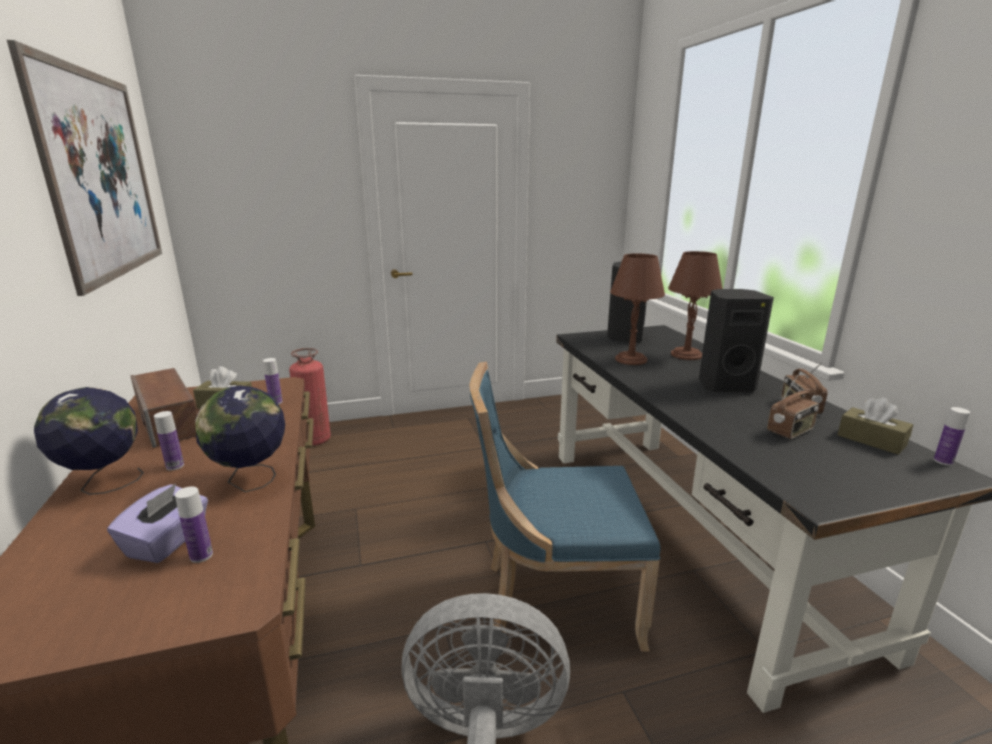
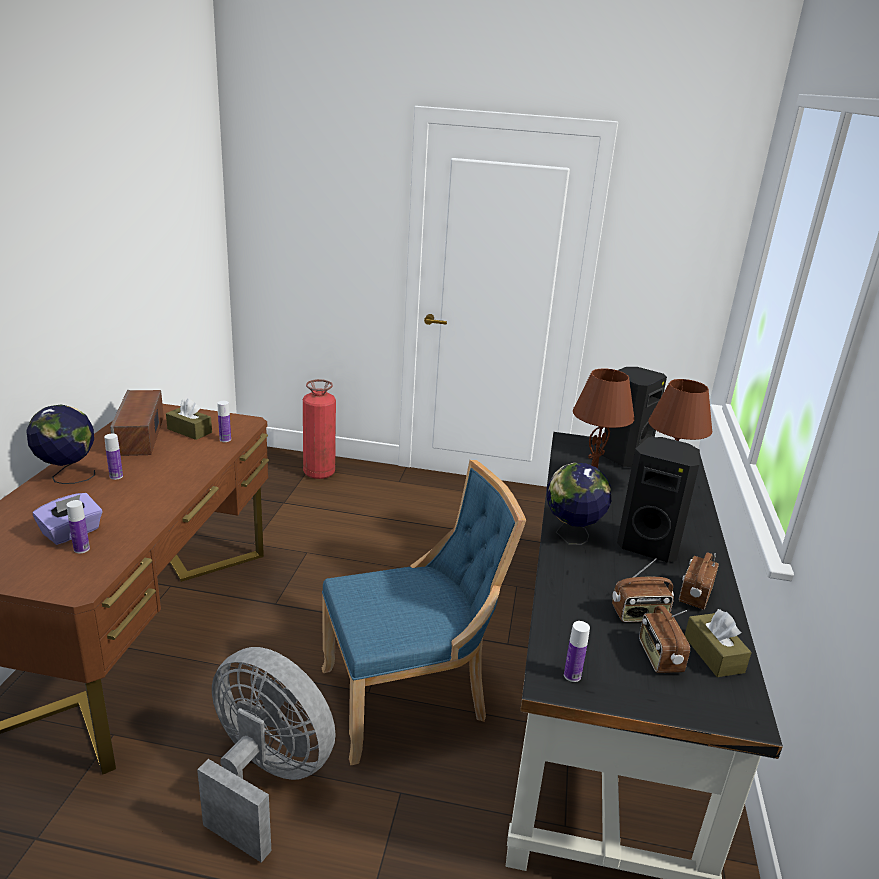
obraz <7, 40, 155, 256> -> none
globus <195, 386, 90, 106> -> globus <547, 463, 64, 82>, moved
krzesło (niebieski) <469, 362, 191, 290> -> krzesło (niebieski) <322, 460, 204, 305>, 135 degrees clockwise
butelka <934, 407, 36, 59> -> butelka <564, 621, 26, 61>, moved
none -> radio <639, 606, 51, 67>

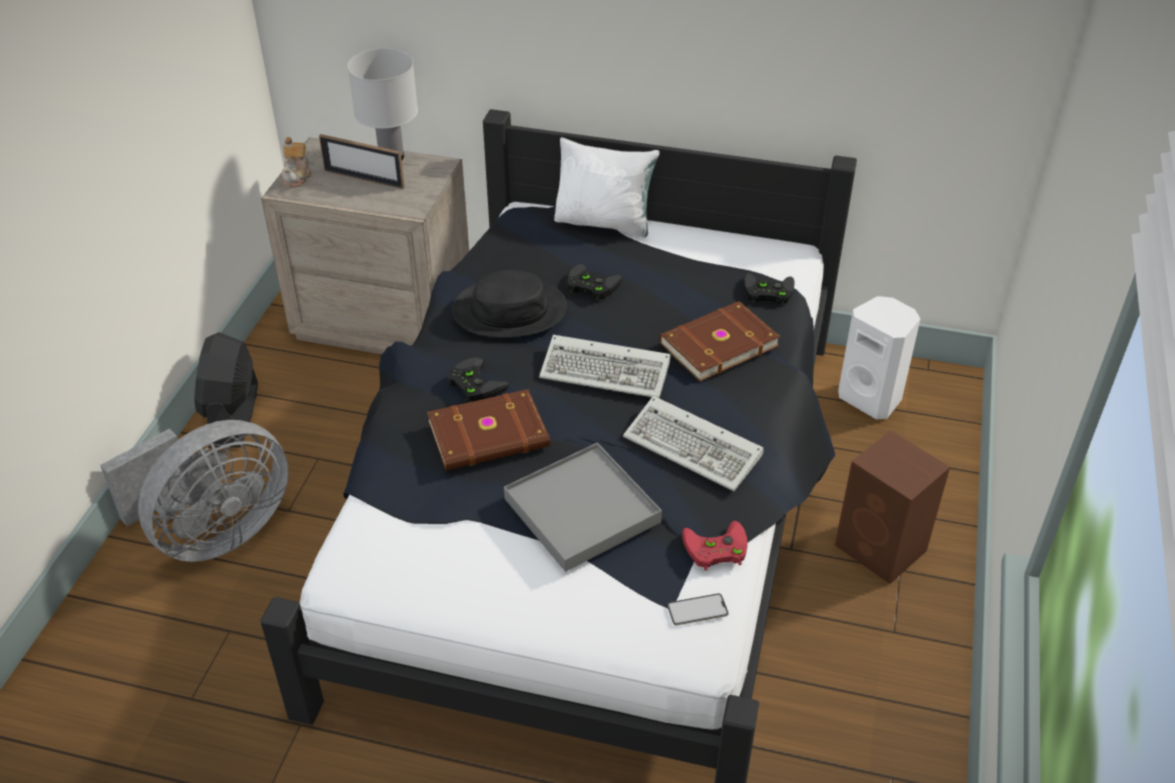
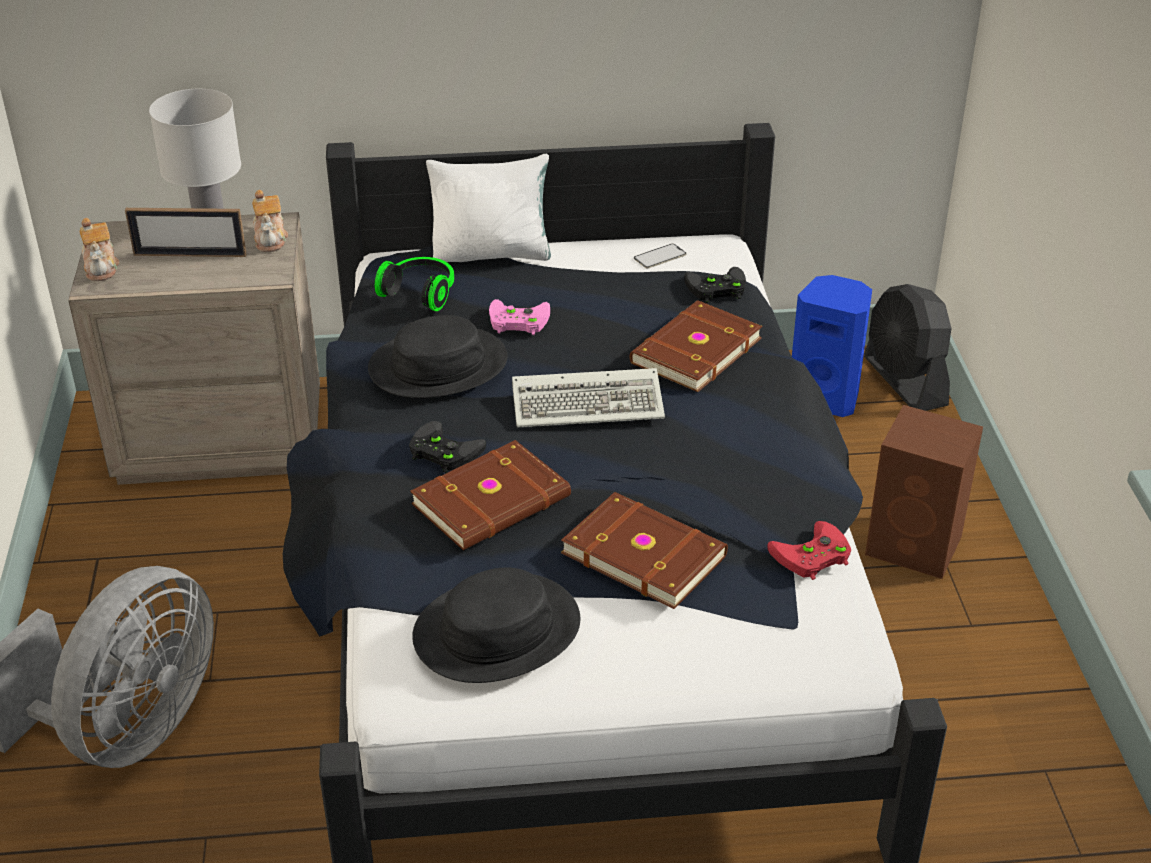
wentylator (czarny) <194, 332, 64, 116> -> wentylator (czarny) <864, 284, 88, 127>, moved
taca (szary) <504, 443, 158, 129> -> książka (brązowy) <561, 492, 167, 117>
pad do gier (czarny) <567, 264, 55, 37> -> pad do gier (różowy) <489, 299, 61, 36>
klawiatura <623, 396, 141, 95> -> none
telefon <667, 593, 61, 33> -> telefon <634, 243, 52, 25>, moved
głośnik (biały) <838, 296, 82, 123> -> głośnik (niebieski) <792, 275, 80, 142>
none -> imbryk <252, 190, 36, 62>
none -> słuchawki <374, 257, 80, 54>
none -> kapelusz (czarny) <412, 568, 168, 115>

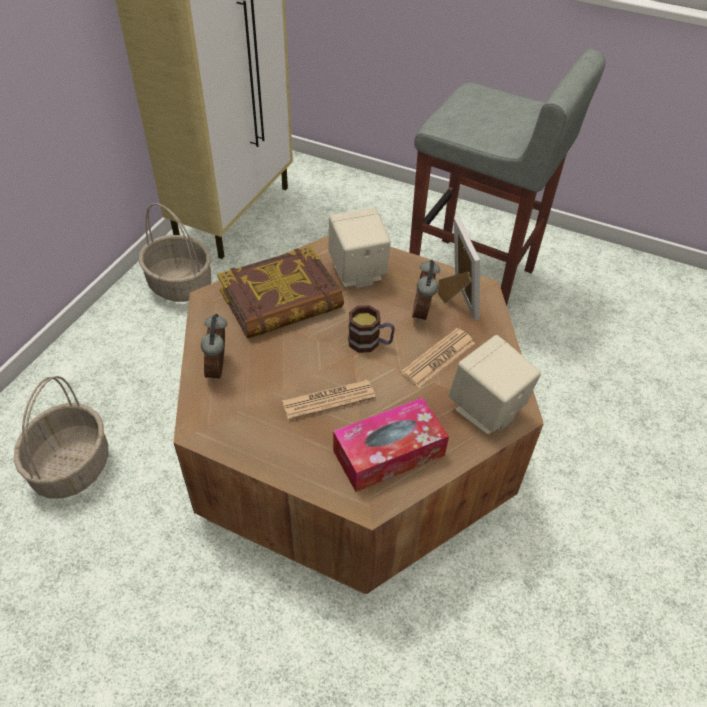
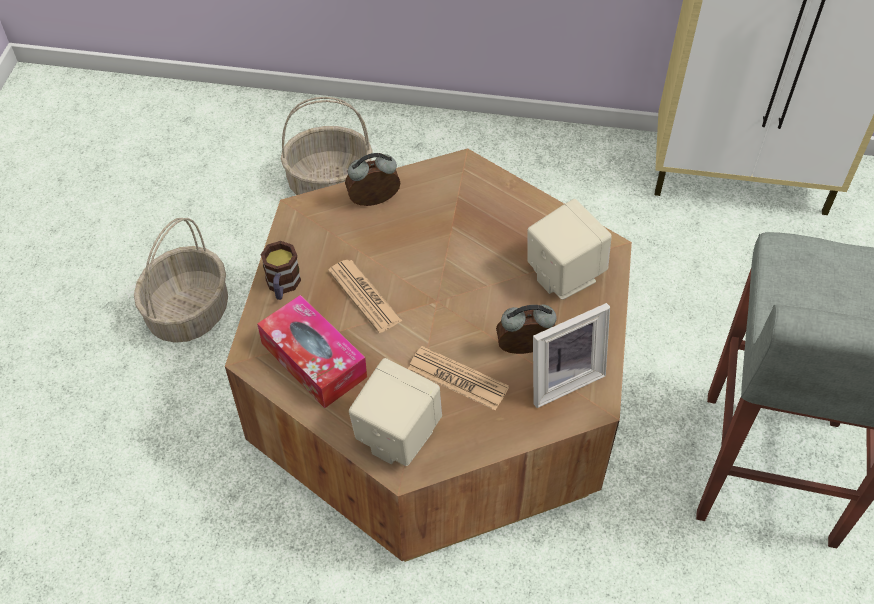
koszyk <139, 203, 72, 99> -> koszyk <134, 218, 94, 125>, moved
książka <217, 246, 127, 93> -> none
kubek <348, 305, 47, 48> -> kubek <260, 241, 41, 59>, moved

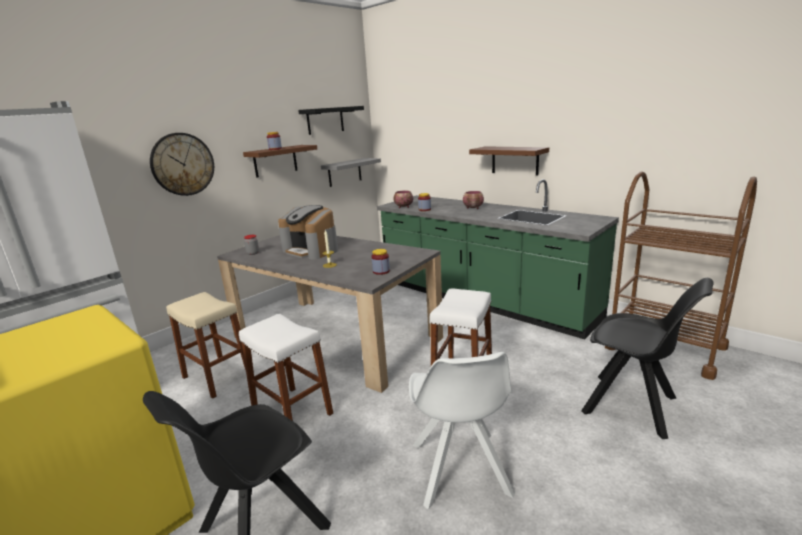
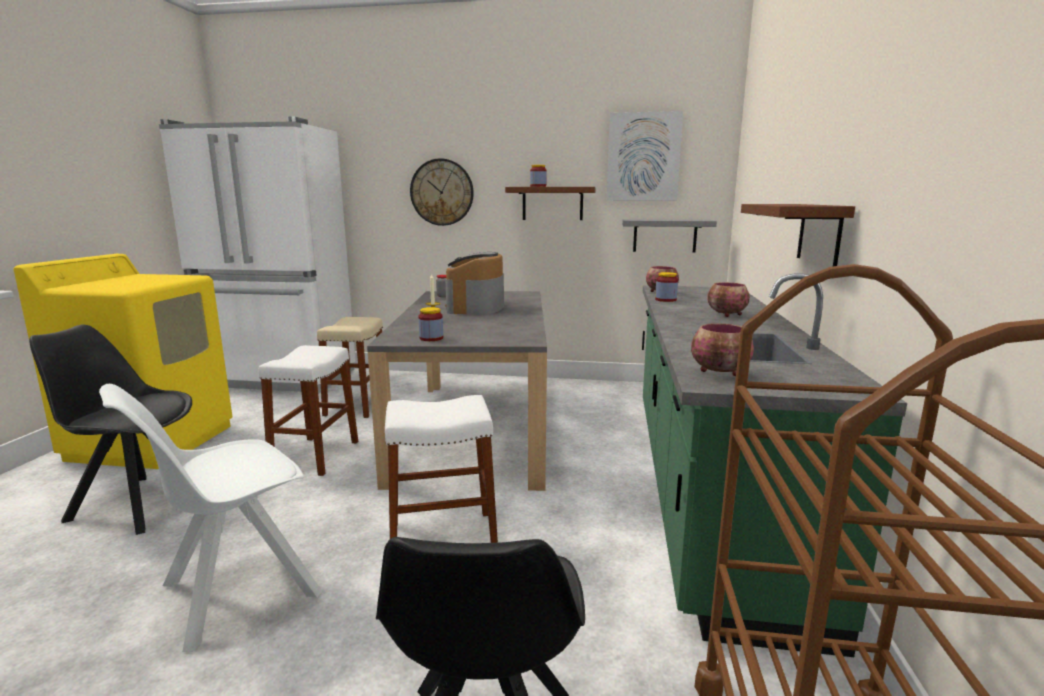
półka (czarny) <298, 106, 66, 29> -> obraz <607, 111, 76, 90>
none -> miska <691, 323, 63, 53>

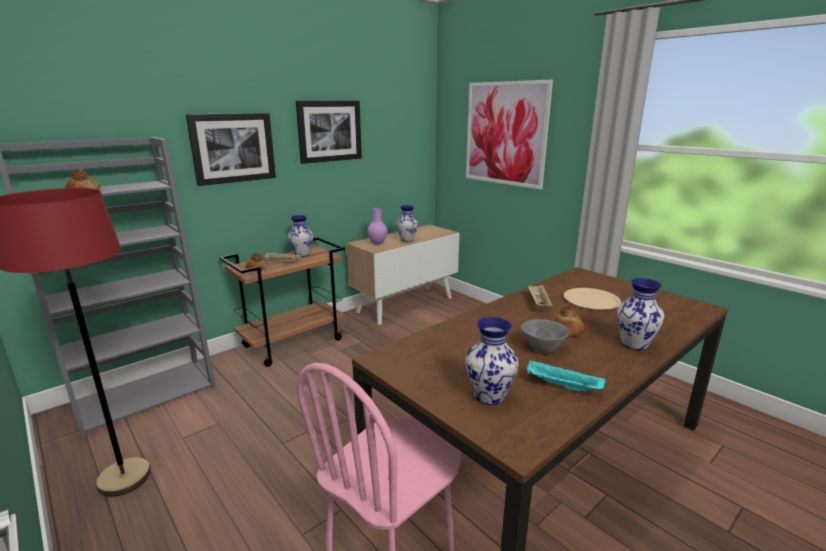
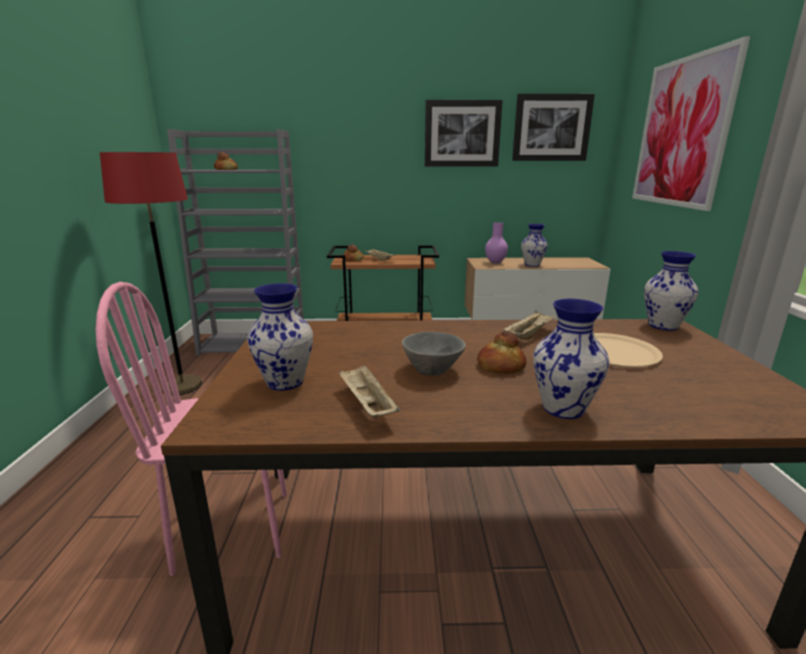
obraz <186, 113, 90, 73> -> obraz <512, 94, 83, 67>, moved
wazon <288, 215, 25, 42> -> wazon <644, 251, 55, 80>, moved
taca (turkusowy) <527, 360, 79, 32> -> taca (beżowy) <339, 365, 61, 52>

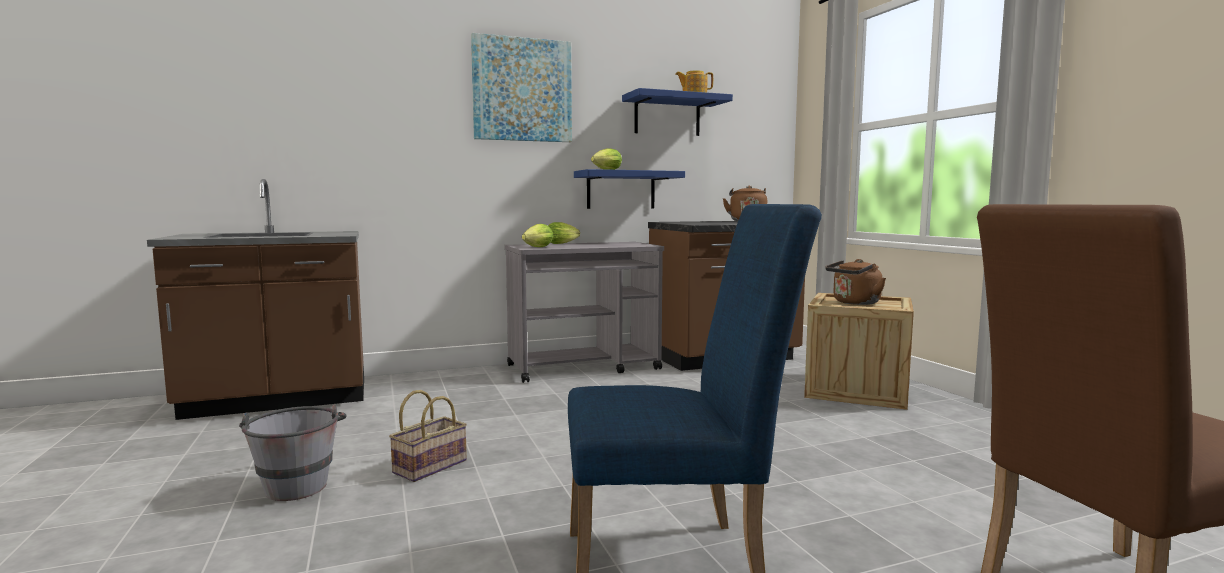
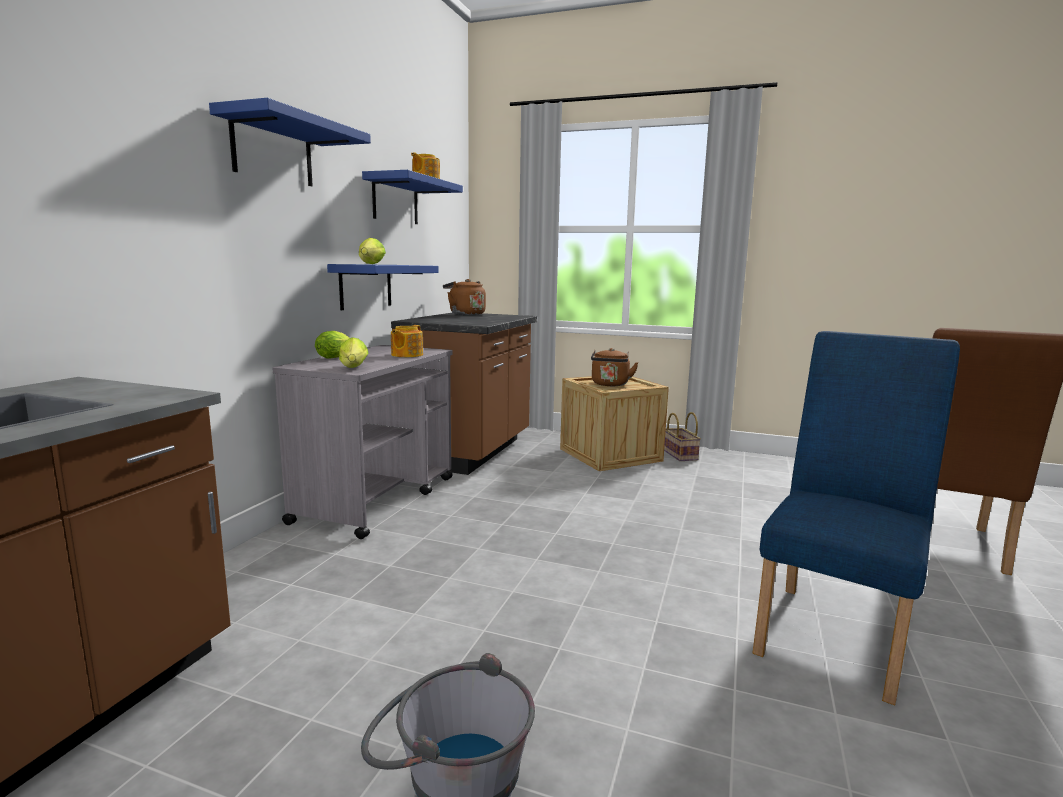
koszyk <389, 390, 78, 92> -> koszyk <664, 412, 37, 49>, moved
obraz <471, 33, 101, 109> -> półka (niebieski) <209, 98, 162, 88>
none -> imbryk <391, 325, 32, 32>

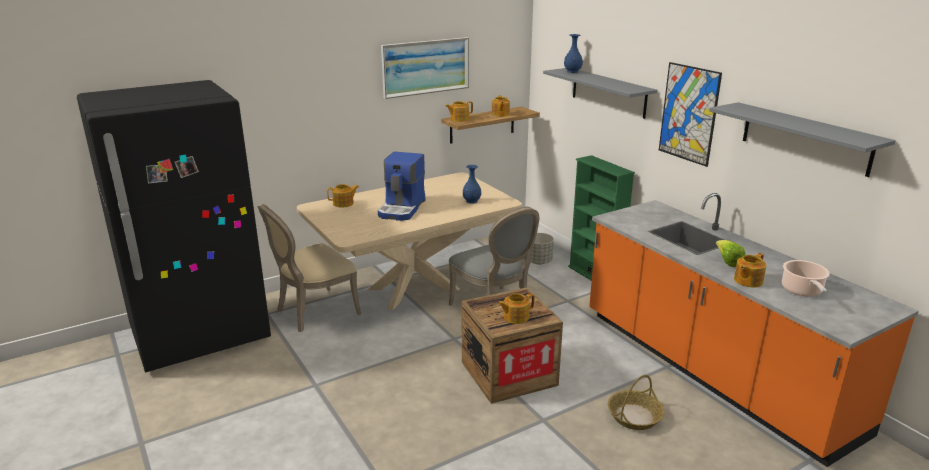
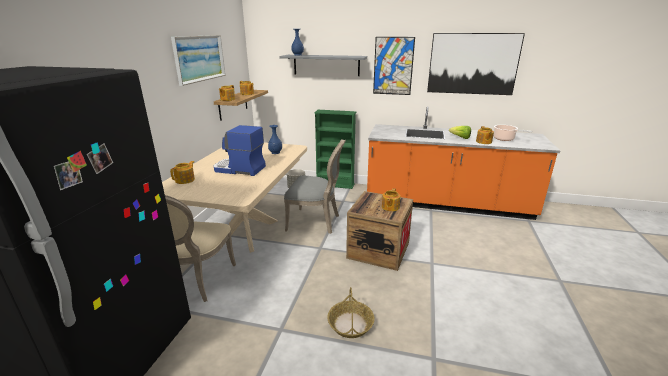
ekspres do kawy <378, 152, 47, 69> -> ekspres do kawy <213, 125, 53, 51>, 135 degrees clockwise
koszyk <608, 375, 57, 55> -> koszyk <327, 287, 48, 51>, moved
półka (szary) <709, 102, 187, 75> -> obraz <427, 33, 98, 62>

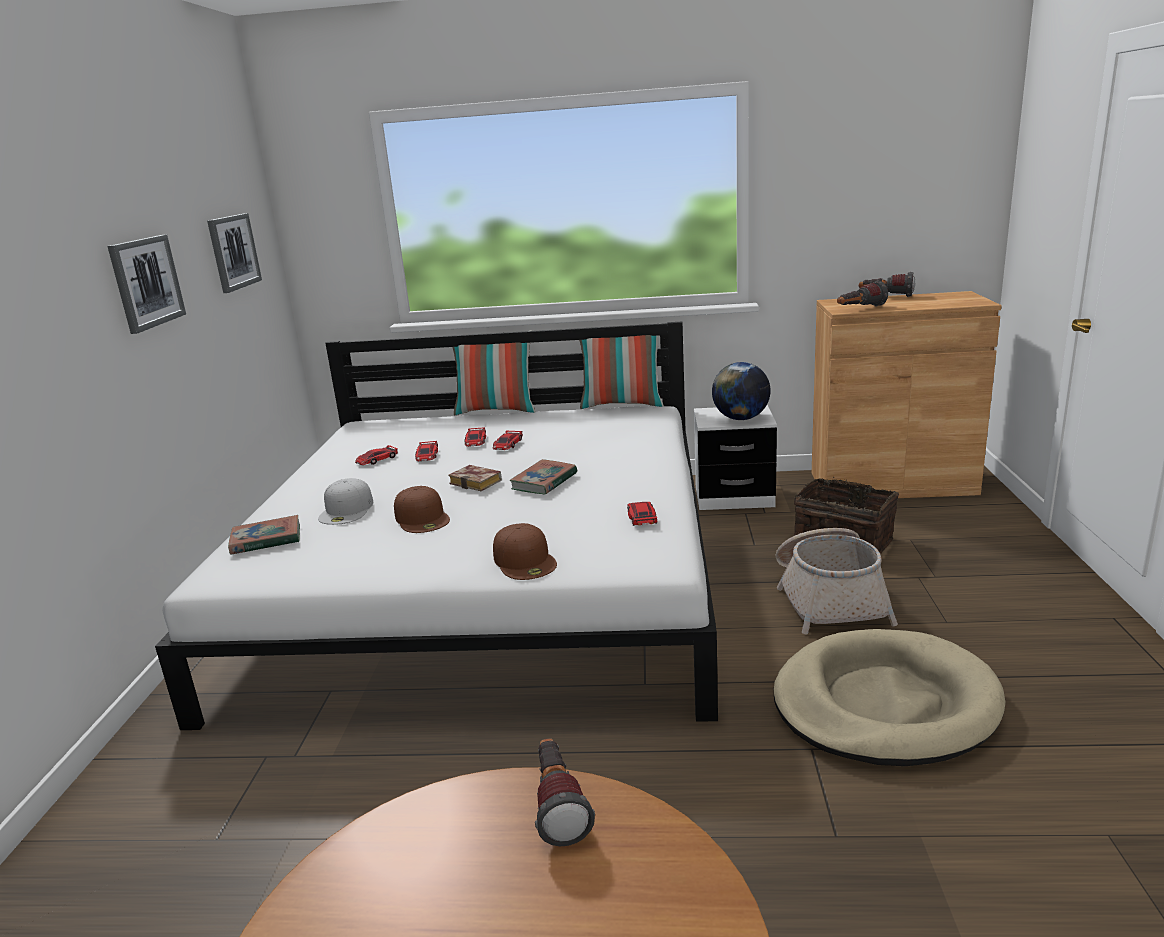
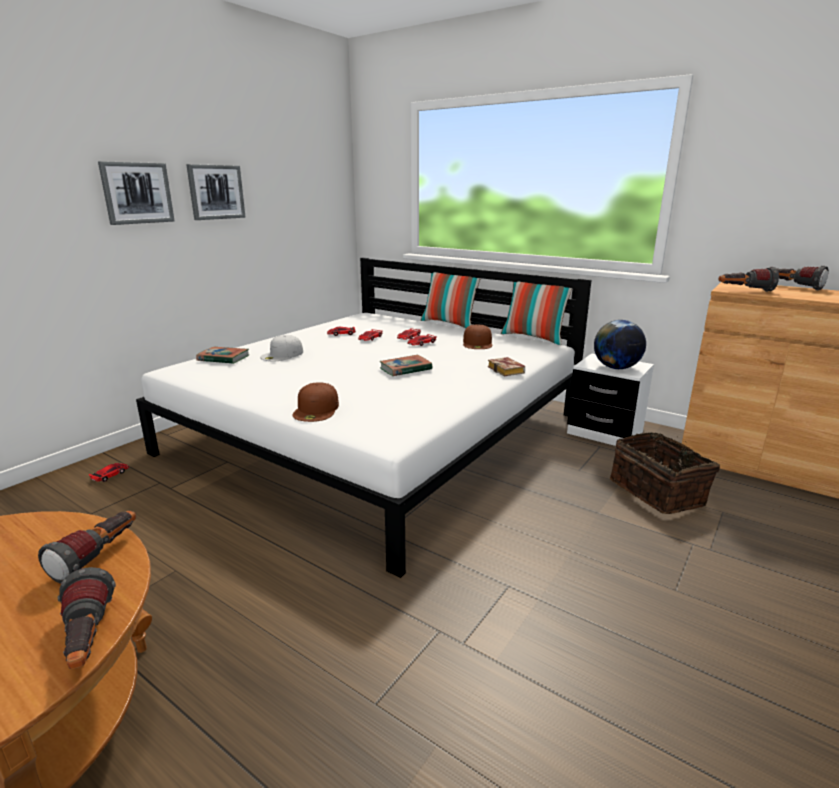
obraz <207, 213, 55, 80> -> obraz <98, 161, 77, 64>, moved
czapka z daszkiem (brązowy) <394, 486, 56, 47> -> czapka z daszkiem (brązowy) <463, 325, 29, 24>, moved
książka <448, 465, 54, 26> -> książka <488, 357, 37, 19>, moved
samochodzik <627, 502, 31, 24> -> samochodzik <89, 463, 41, 19>, moved
legowisko (beżowy) <774, 629, 231, 137> -> none
koszyk <775, 528, 123, 107> -> none
none -> latarka <58, 567, 58, 102>

